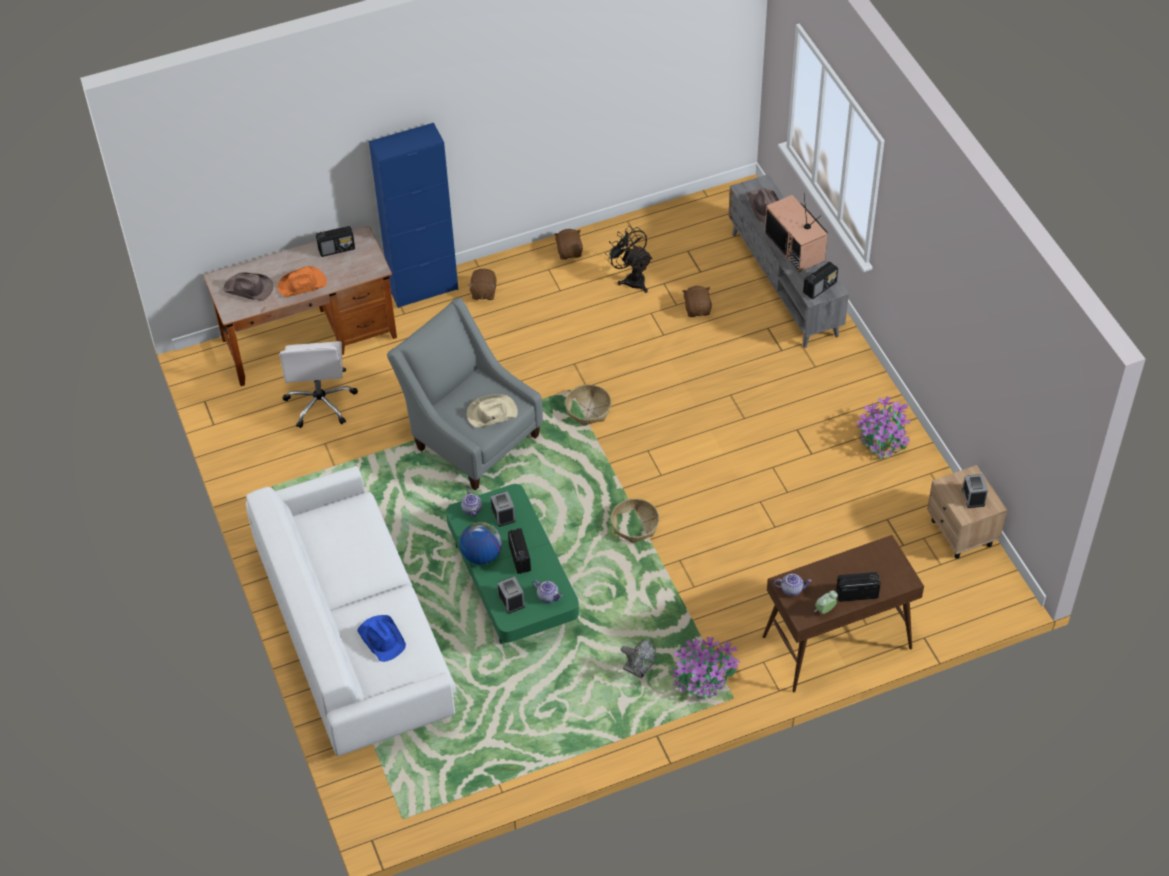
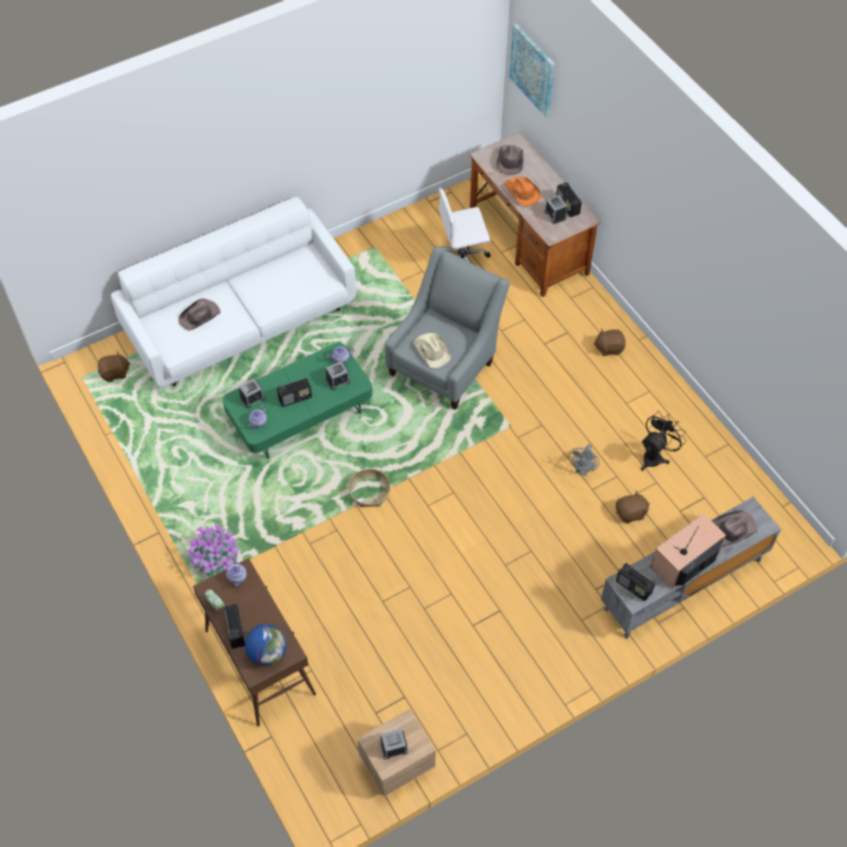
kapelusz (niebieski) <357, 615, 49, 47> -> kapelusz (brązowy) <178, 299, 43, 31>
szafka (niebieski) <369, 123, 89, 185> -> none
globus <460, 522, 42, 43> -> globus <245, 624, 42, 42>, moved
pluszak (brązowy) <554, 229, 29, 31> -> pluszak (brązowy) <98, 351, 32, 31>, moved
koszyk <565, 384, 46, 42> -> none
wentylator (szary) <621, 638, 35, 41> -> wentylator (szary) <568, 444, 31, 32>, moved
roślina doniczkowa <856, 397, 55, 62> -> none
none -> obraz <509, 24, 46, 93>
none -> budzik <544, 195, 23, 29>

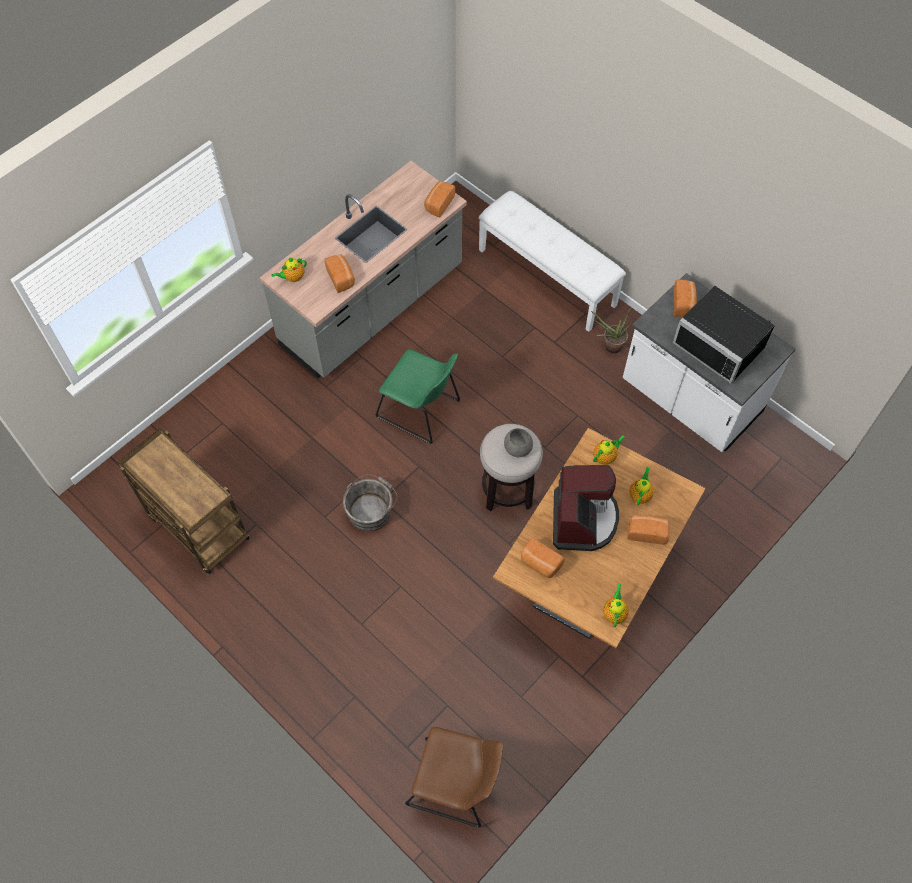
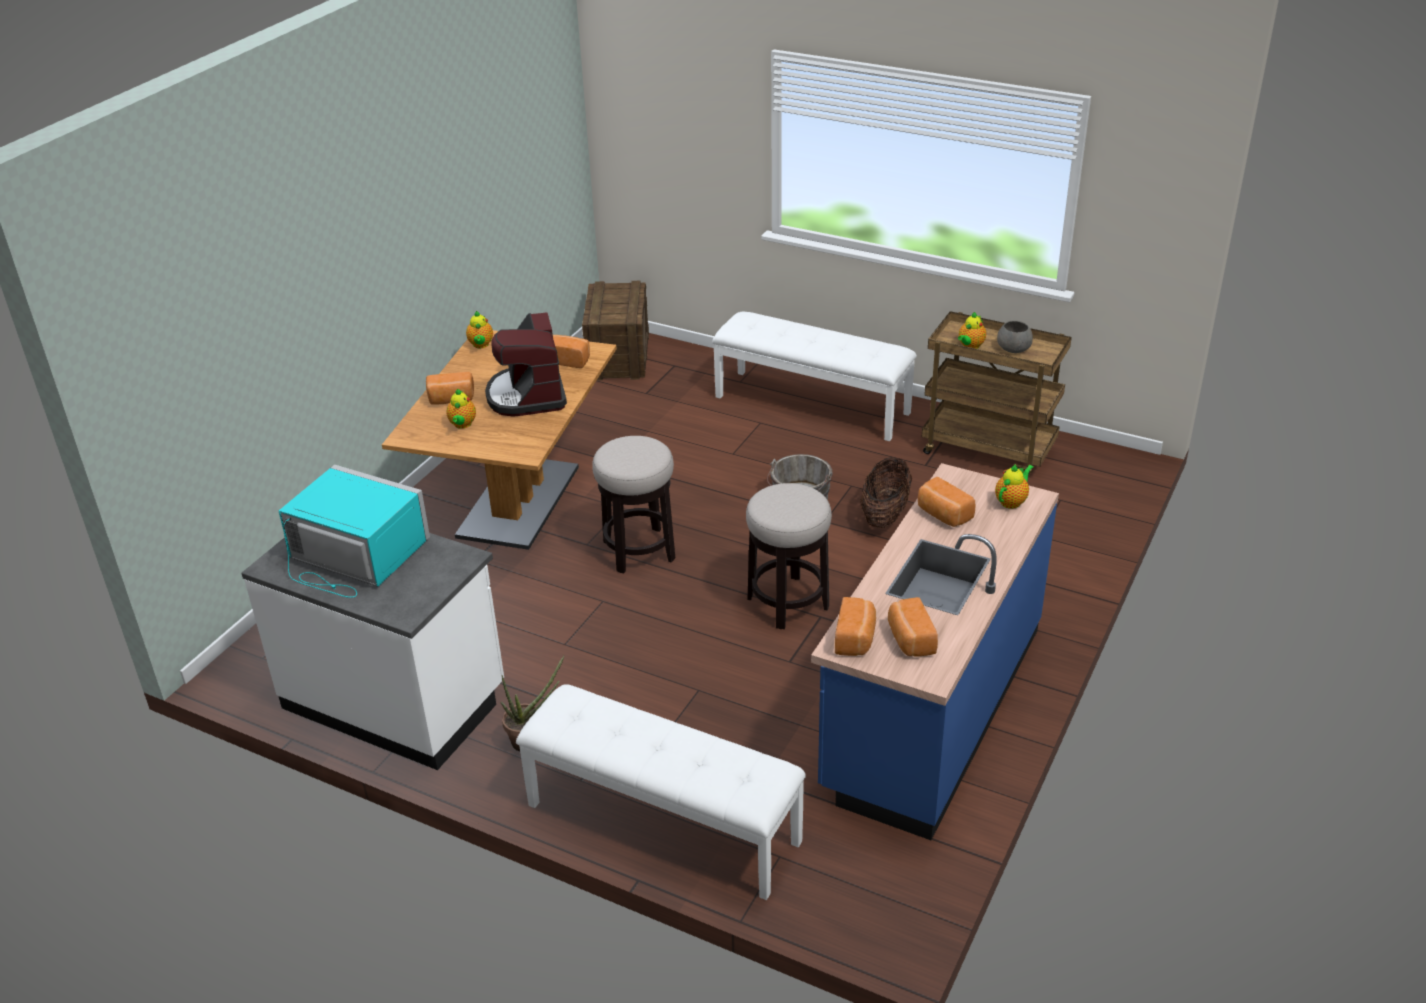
zabudowa kuchenna (szary) <260, 161, 207, 217> -> zabudowa kuchenna (niebieski) <811, 463, 248, 377>
krzesło (zielony) <375, 349, 86, 95> -> stołek <746, 483, 86, 146>
krzesło (brązowy) <405, 727, 98, 101> -> skrzynka <582, 281, 67, 99>
miska (szary) <504, 428, 29, 29> -> miska (szary) <997, 321, 36, 32>, moved
imbryk <593, 435, 33, 30> -> imbryk <958, 312, 28, 37>, moved
chleb <673, 280, 24, 37> -> chleb <888, 597, 50, 60>, moved
mikrofalówka (czarny) <673, 285, 102, 99> -> mikrofalówka (turkusowy) <279, 465, 151, 133>
none -> ławka (biały) <712, 311, 205, 130>
none -> koszyk <860, 457, 52, 71>

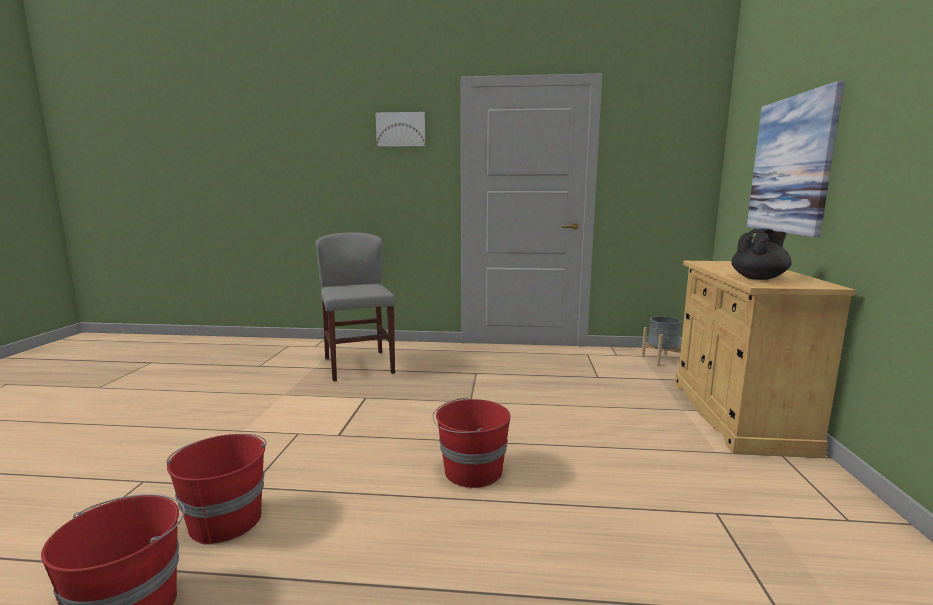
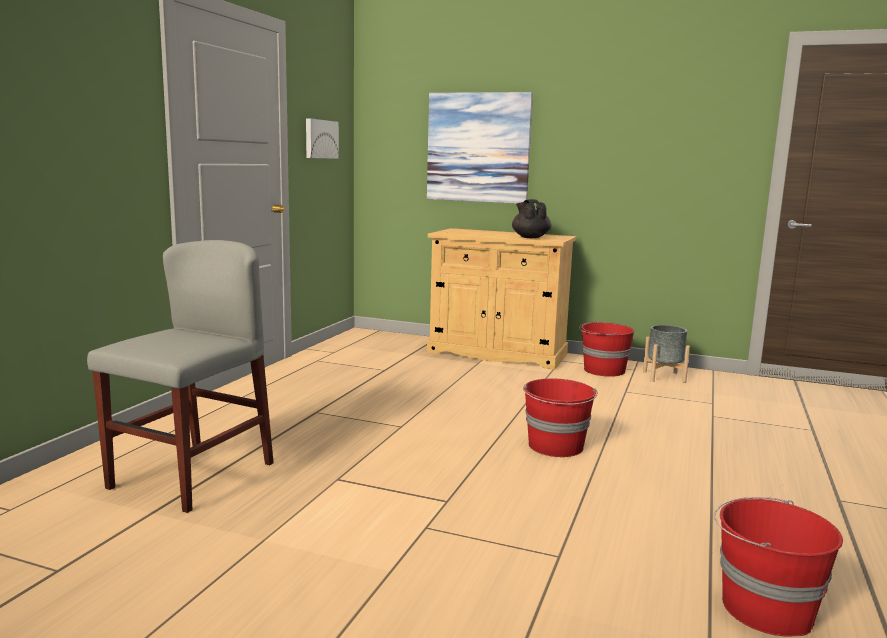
wiadro (czerwony) <166, 434, 100, 111> -> wiadro (czerwony) <579, 321, 55, 56>, moved
krzesło (szary) <316, 232, 79, 149> -> krzesło (szary) <87, 240, 187, 273>, 120 degrees clockwise
obraz <375, 112, 50, 35> -> obraz <306, 118, 33, 41>, moved
donica (szary) <641, 316, 40, 50> -> donica (szary) <643, 325, 47, 58>, moved

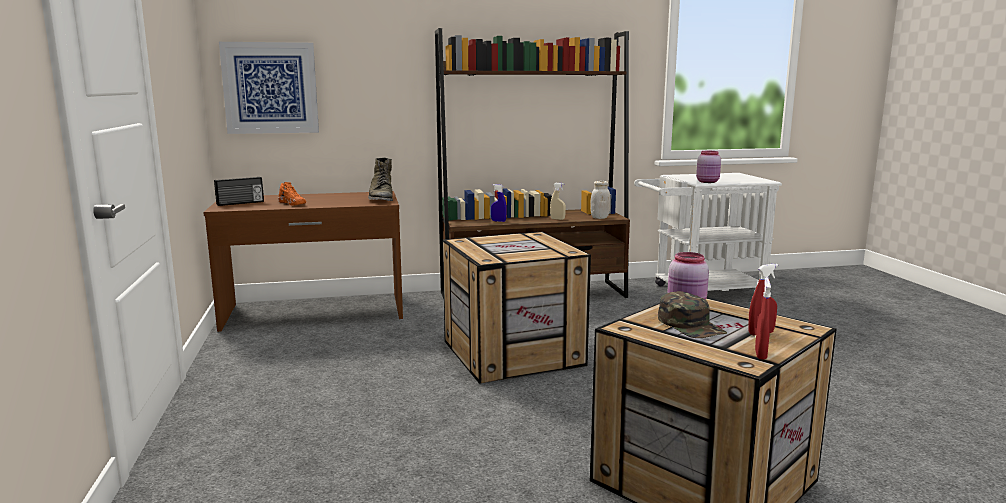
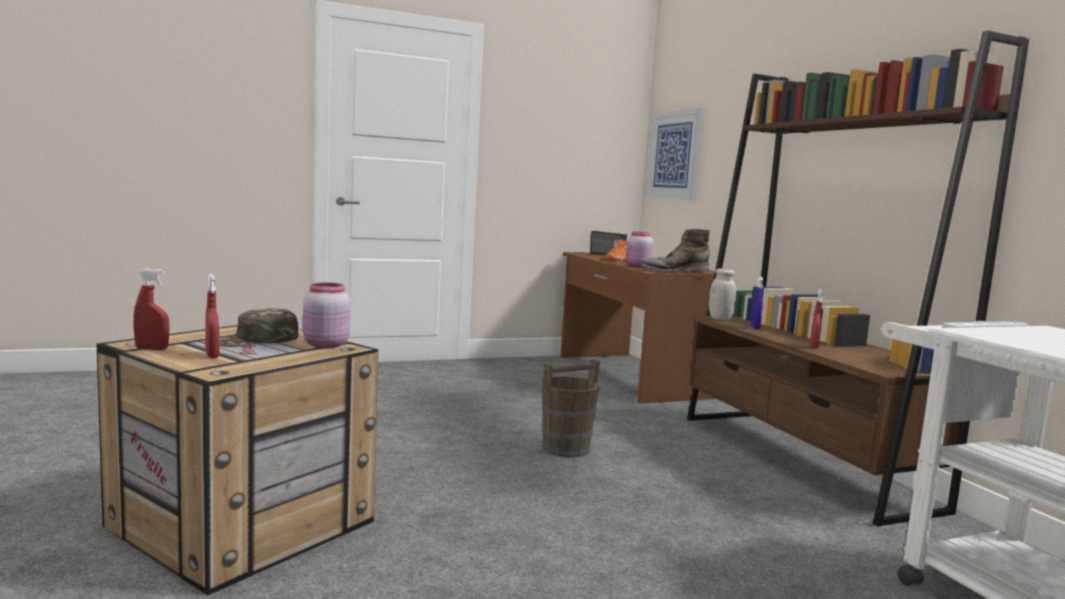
skrzynka <443, 232, 148, 151> -> wiadro (brązowy) <542, 359, 58, 99>
spryskiwacz (beżowy) <550, 183, 16, 37> -> spryskiwacz (czerwony) <810, 289, 13, 60>
słoik (biały) <591, 181, 20, 38> -> słoik (biały) <709, 268, 27, 52>, moved
słoik (różowy) <696, 151, 25, 32> -> słoik (różowy) <626, 232, 27, 36>, moved

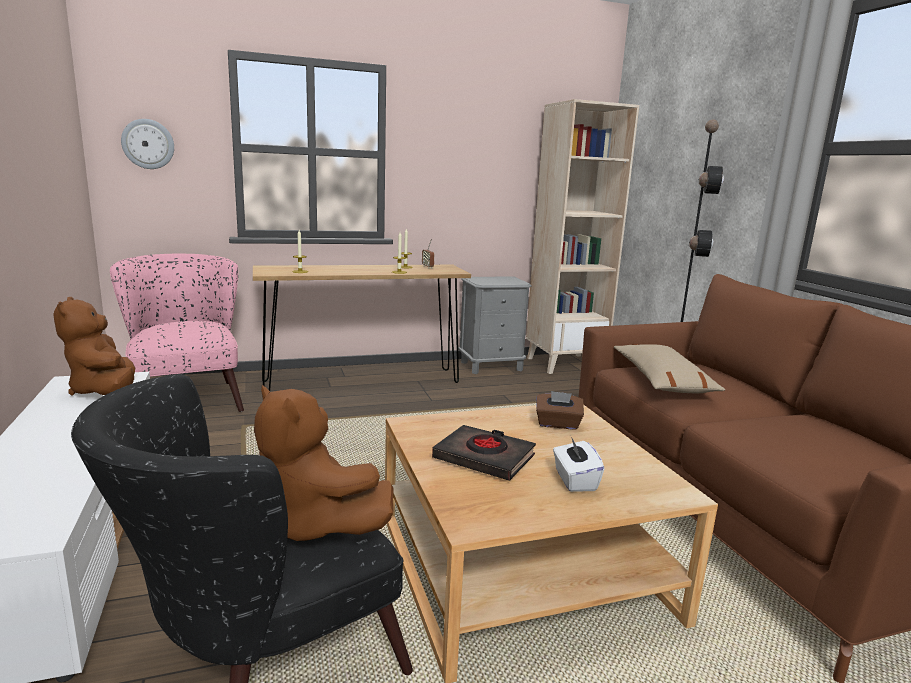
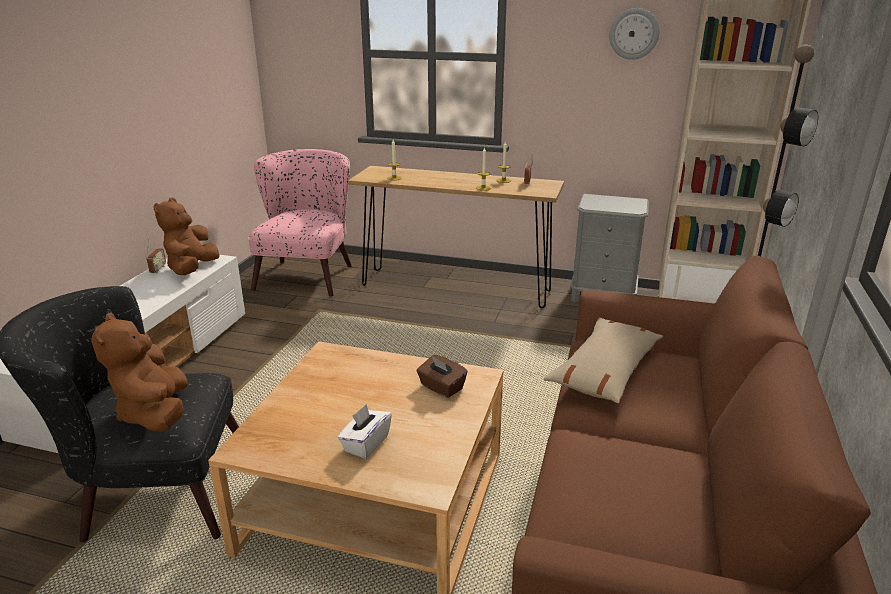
zegar ścienny <121, 119, 53, 50> -> zegar ścienny <609, 8, 50, 52>, moved
książka (czarny) <432, 425, 104, 56> -> none
none -> radio <146, 239, 20, 35>

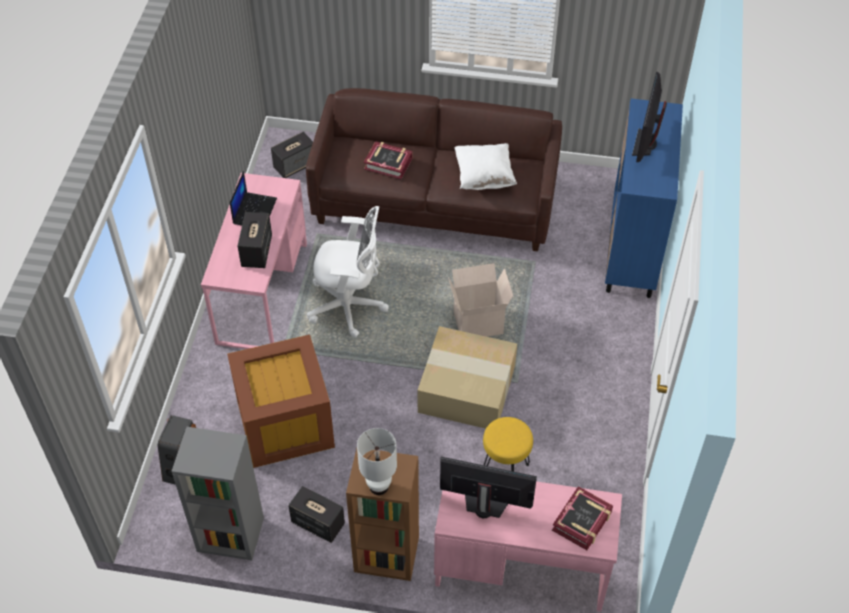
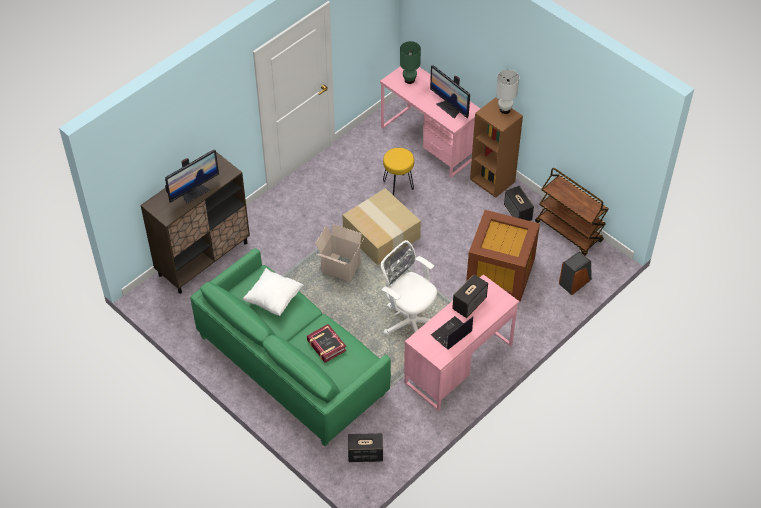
regał (szary) <172, 427, 92, 133> -> wózek (brązowy) <535, 168, 74, 88>
kanapa (brązowy) <306, 88, 256, 163> -> kanapa (zielony) <190, 248, 201, 198>
książka <552, 486, 61, 64> -> lampa stołowa (zielony) <400, 41, 21, 43>
szafka (niebieski) <605, 98, 78, 200> -> szafka (brązowy) <140, 152, 110, 142>

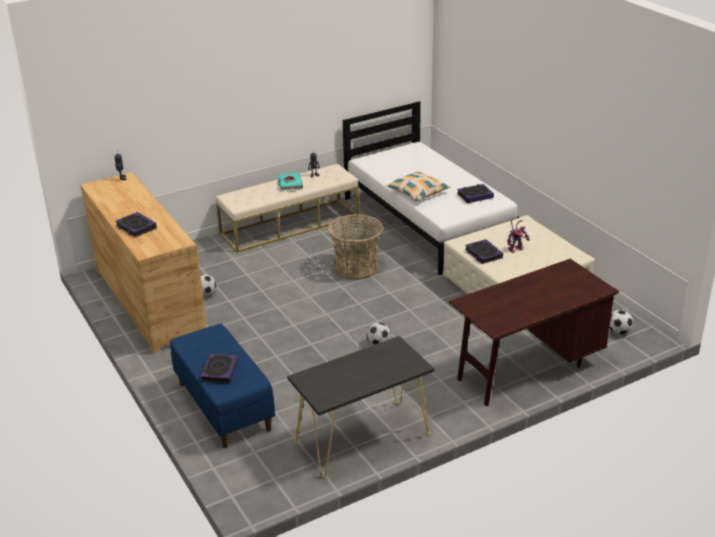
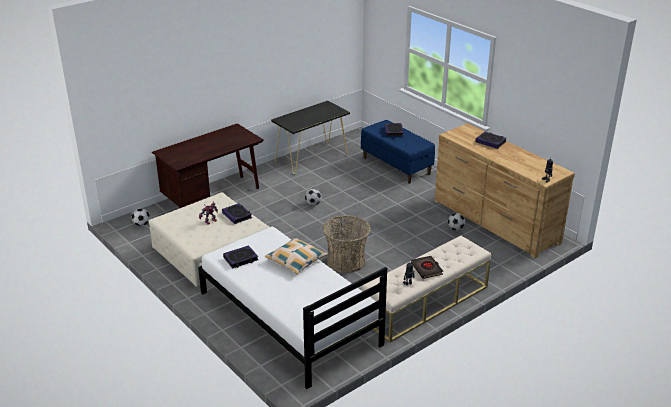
książka (turkusowy) <278, 173, 25, 17> -> książka (czarny) <411, 256, 32, 23>

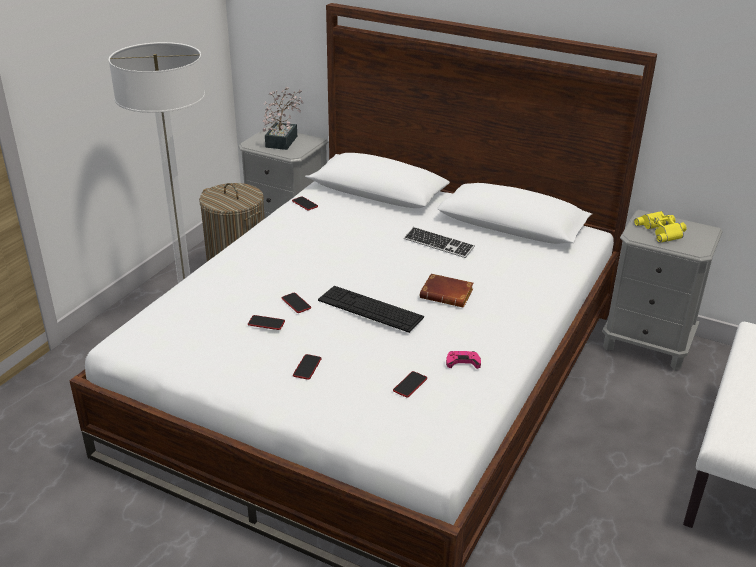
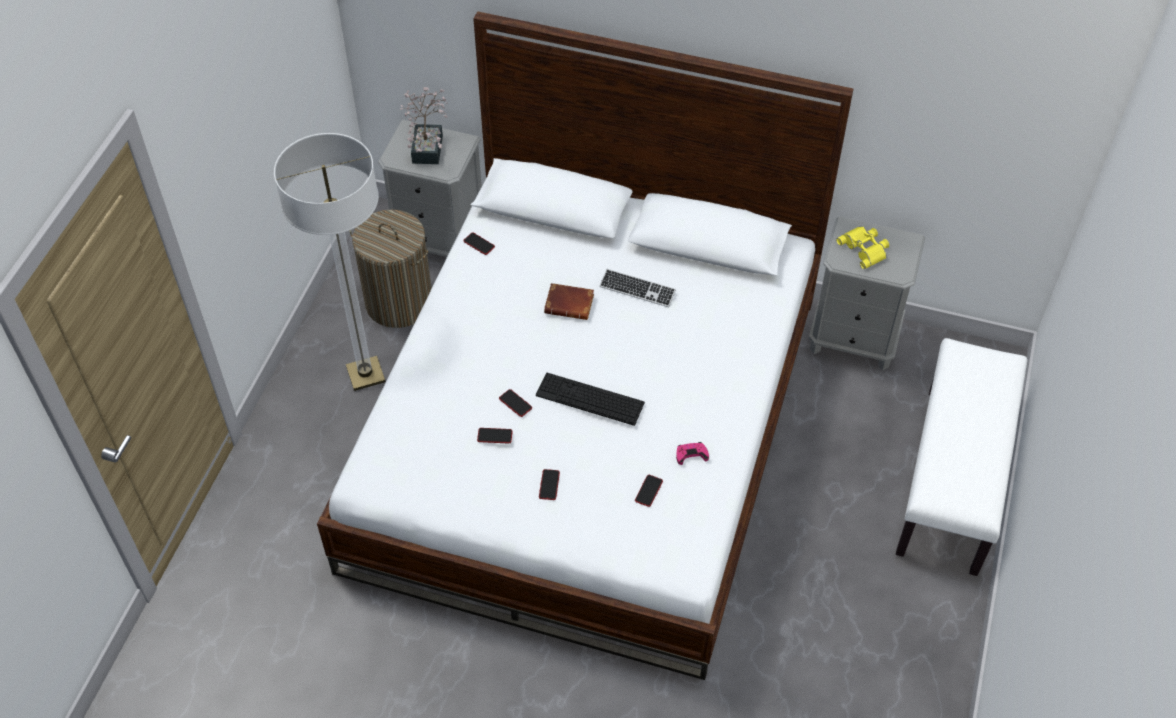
książka (brązowy) <420, 274, 54, 33> -> książka (brązowy) <544, 283, 50, 37>, moved

